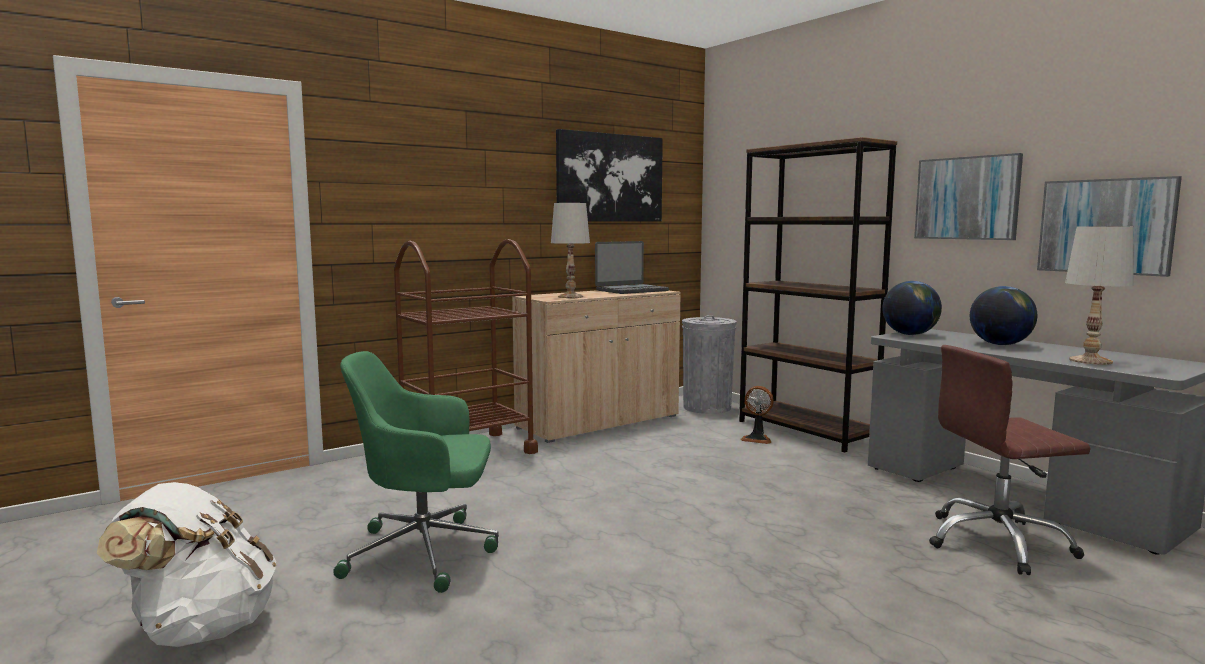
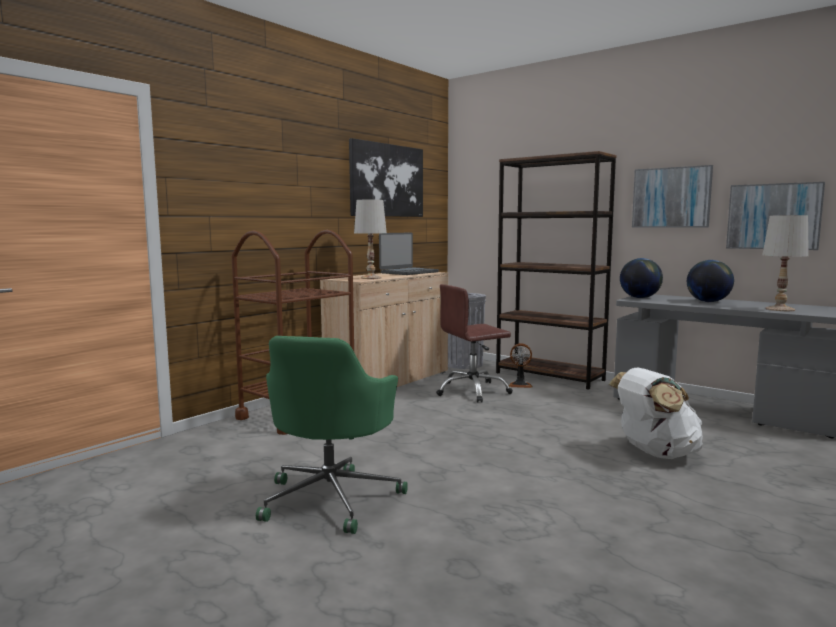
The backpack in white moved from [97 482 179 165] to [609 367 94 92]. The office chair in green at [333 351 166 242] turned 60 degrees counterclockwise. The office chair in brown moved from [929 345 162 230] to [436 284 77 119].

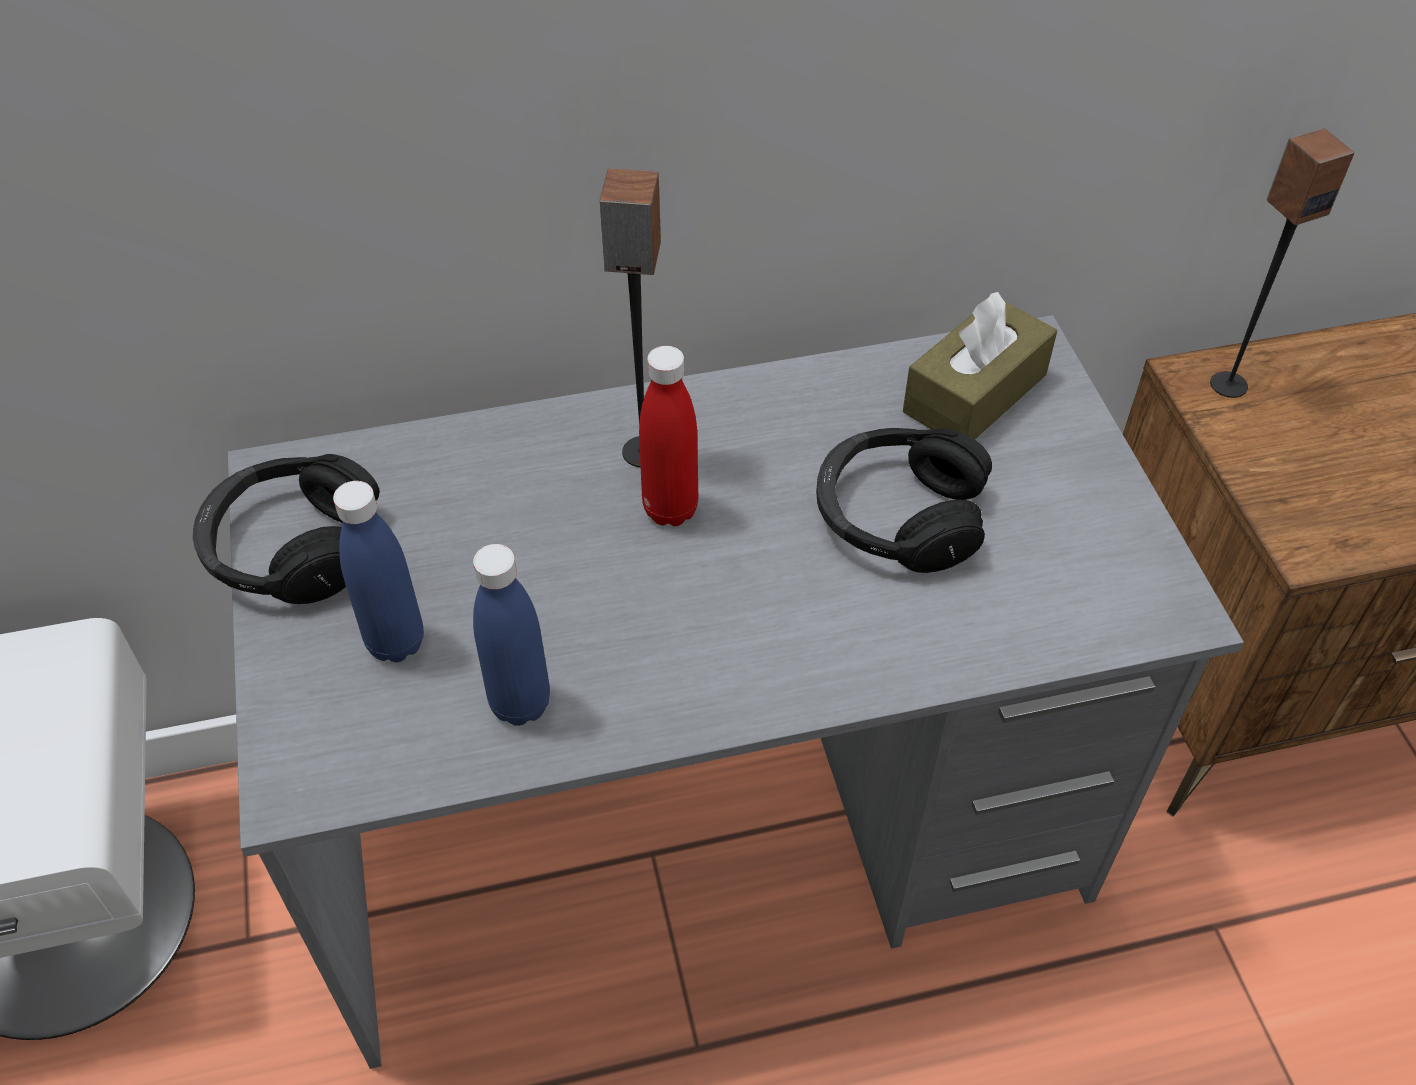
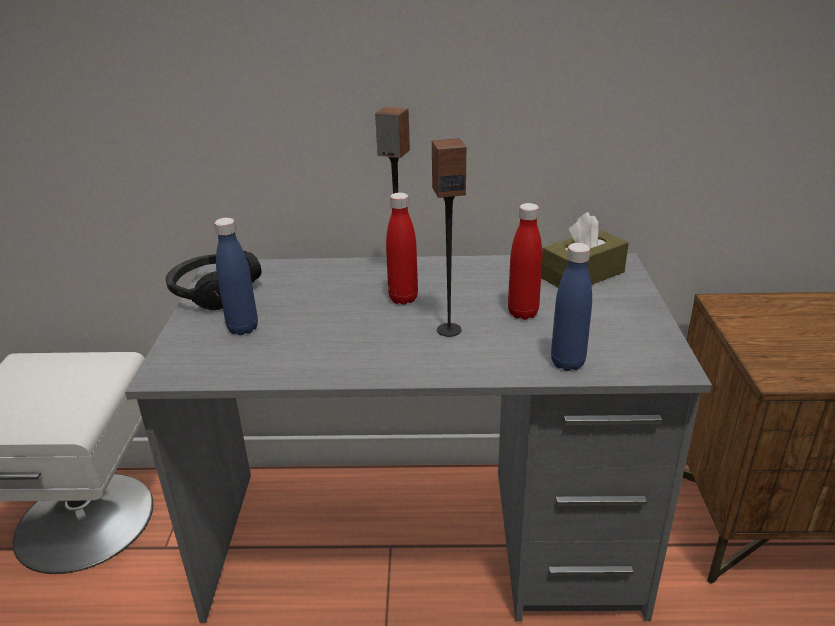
The bottle in blue moved from [473 544 77 182] to [551 243 41 128]. The headphones in black at [816 428 176 145] was replaced by the bottle in red at [508 203 34 117]. The speaker moved from [1210 128 144 270] to [432 138 34 199].

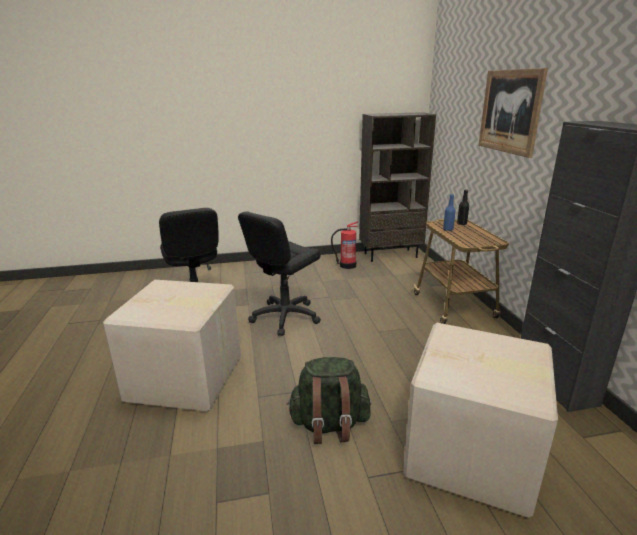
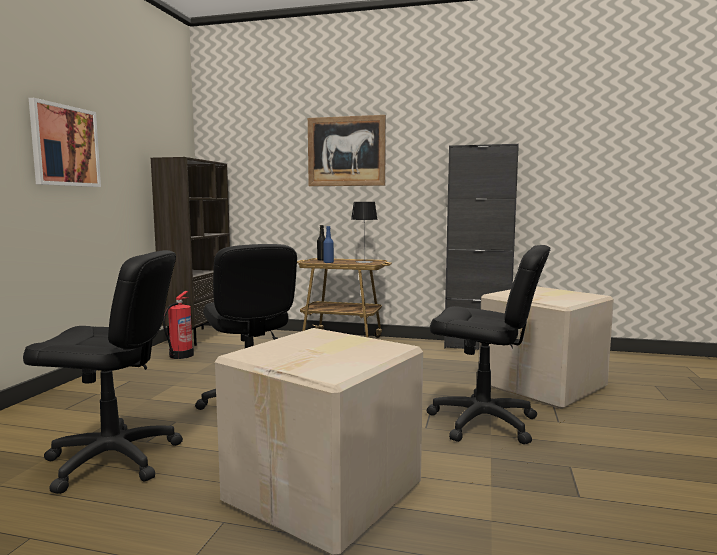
The backpack in green at [287 357 84 87] was replaced by the office chair in black at [427 245 123 199]. The picture at [29 98 72 89] appeared. The table lamp at [351 202 27 61] appeared.

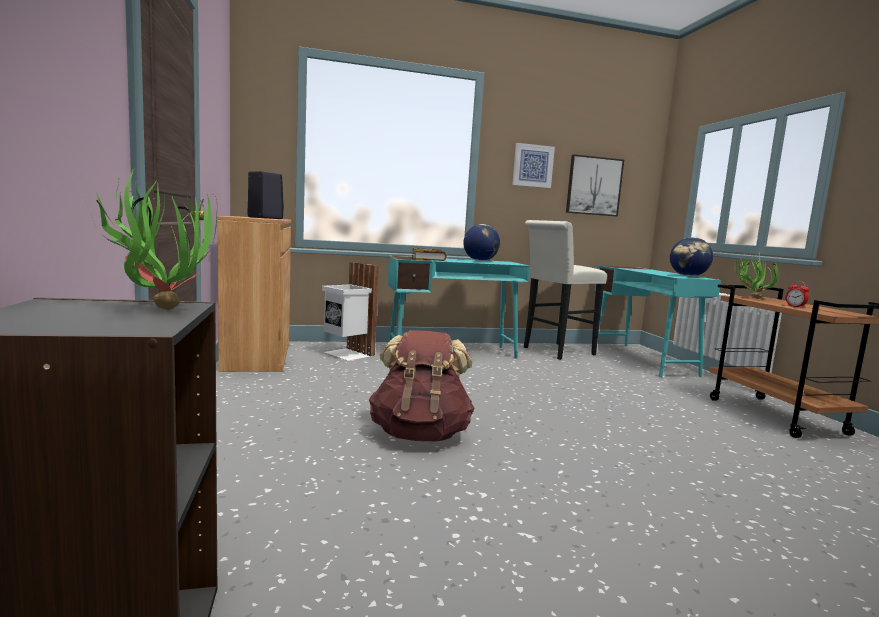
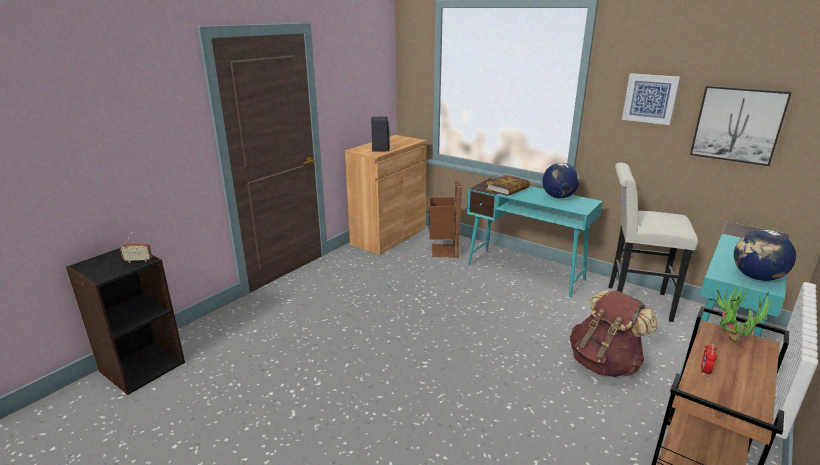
The potted plant at [86 170 131 140] was replaced by the radio at [120 231 32 32]. The trash can in white at [322 262 57 99] became the trash can in brown at [428 180 34 78]. The backpack in brown moved from [369 330 106 111] to [570 290 89 87].

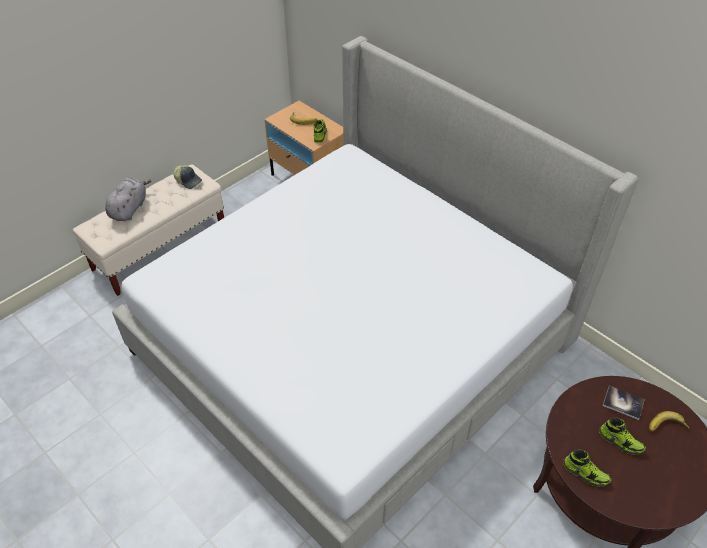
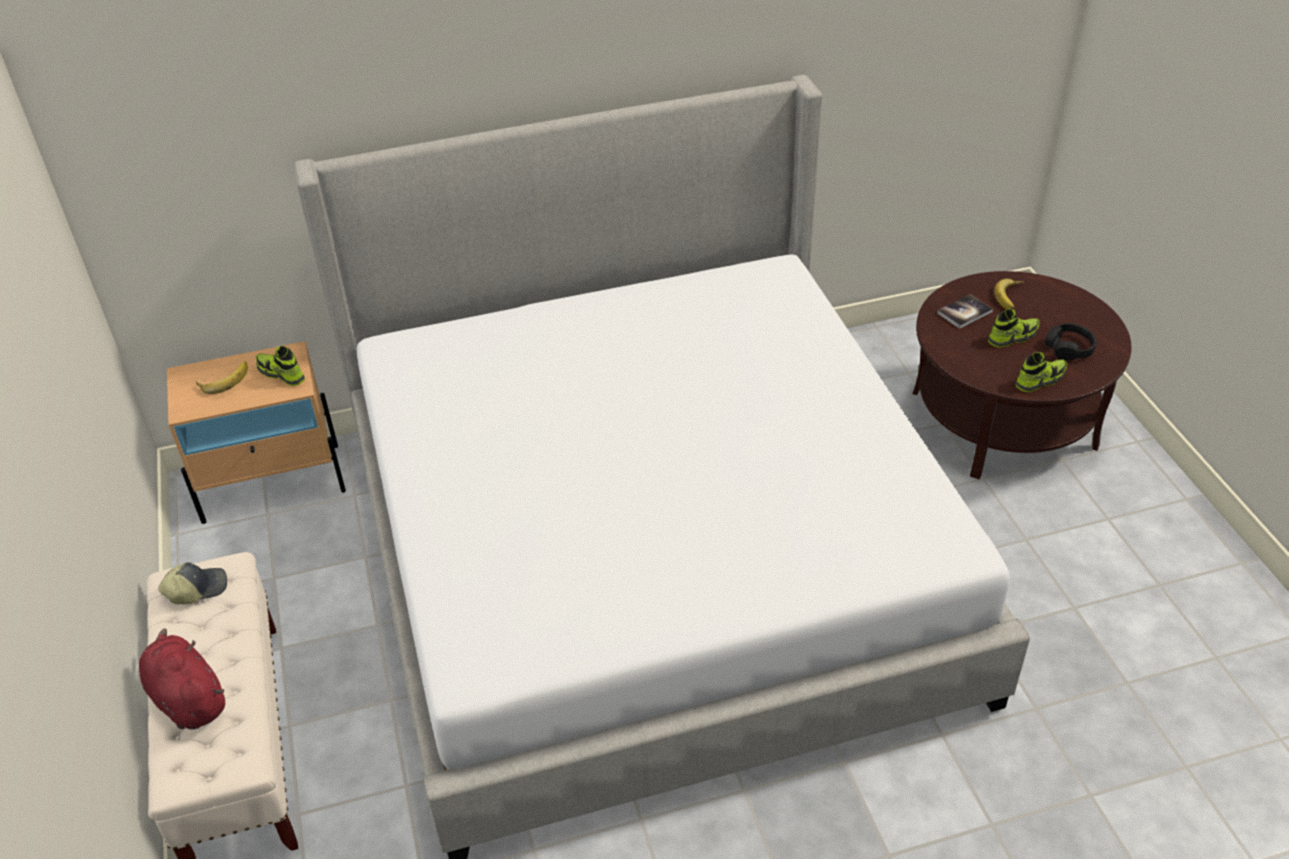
The plush toy in grey at [105 178 46 43] became the plush toy in red at [139 628 86 102]. The headphones in black at [1045 323 52 38] appeared.

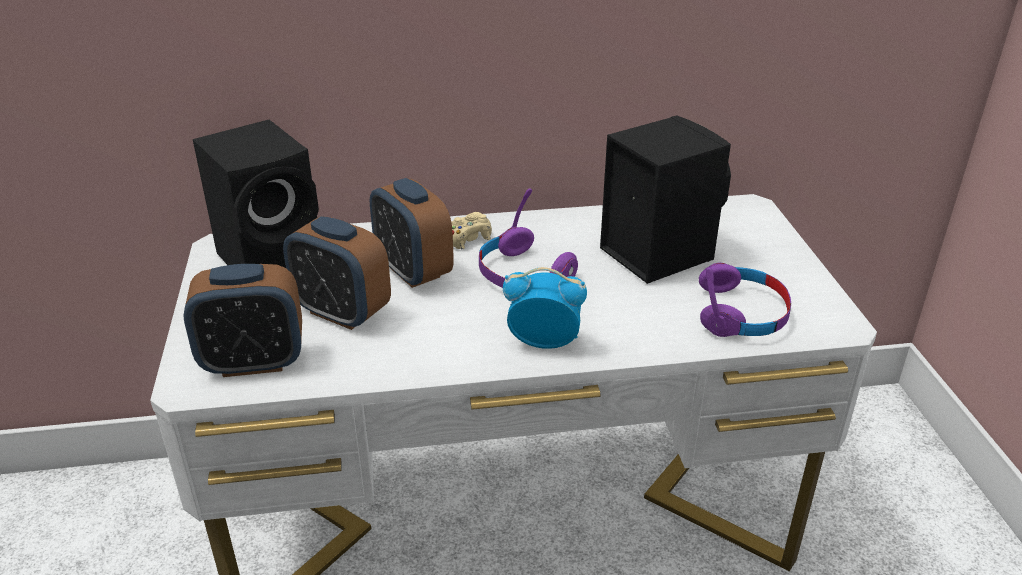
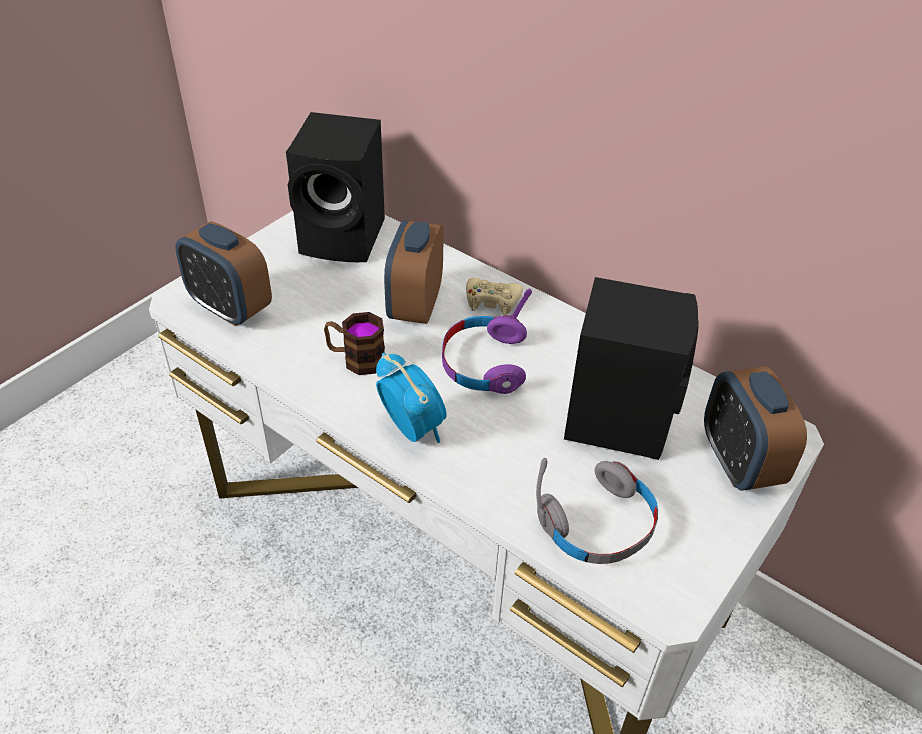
The alarm clock moved from [283 216 108 114] to [704 366 103 125]. The headphones in purple at [699 262 92 75] became the headphones in grey at [536 458 122 106]. The mug at [324 312 61 63] appeared.

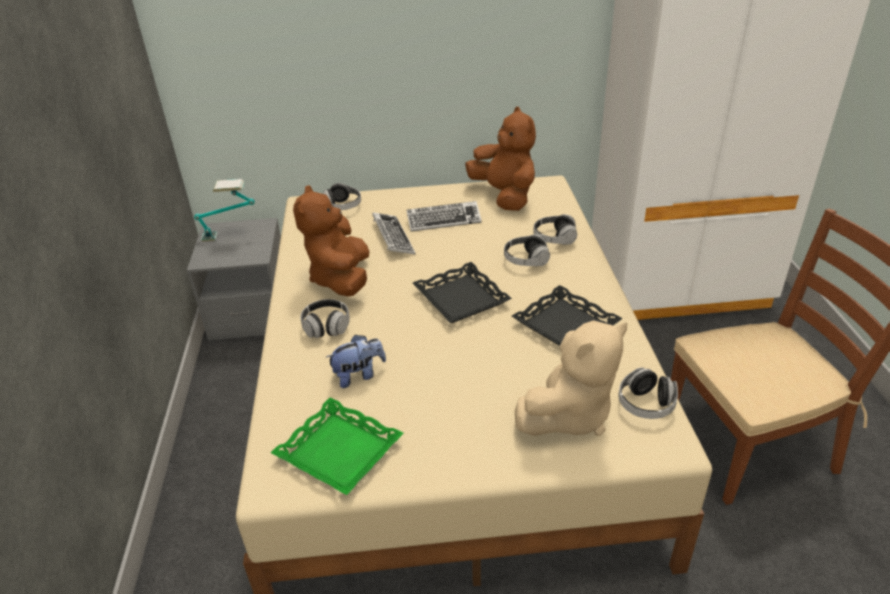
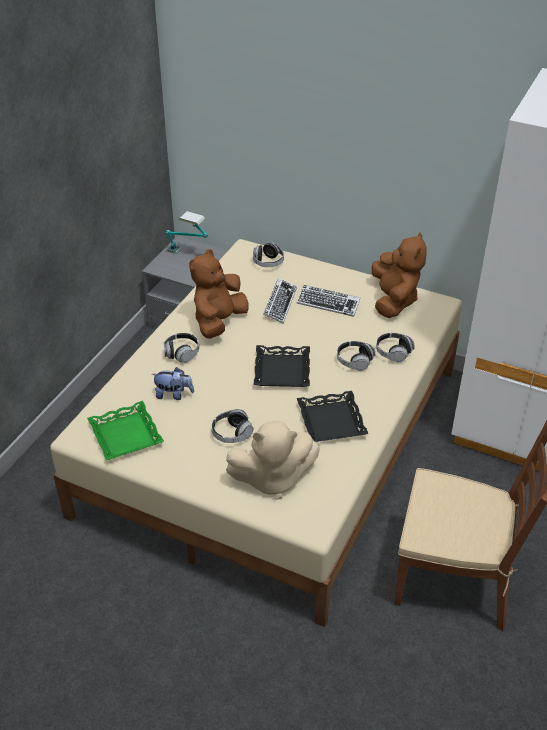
The headphones moved from [618 368 60 51] to [212 409 42 34].

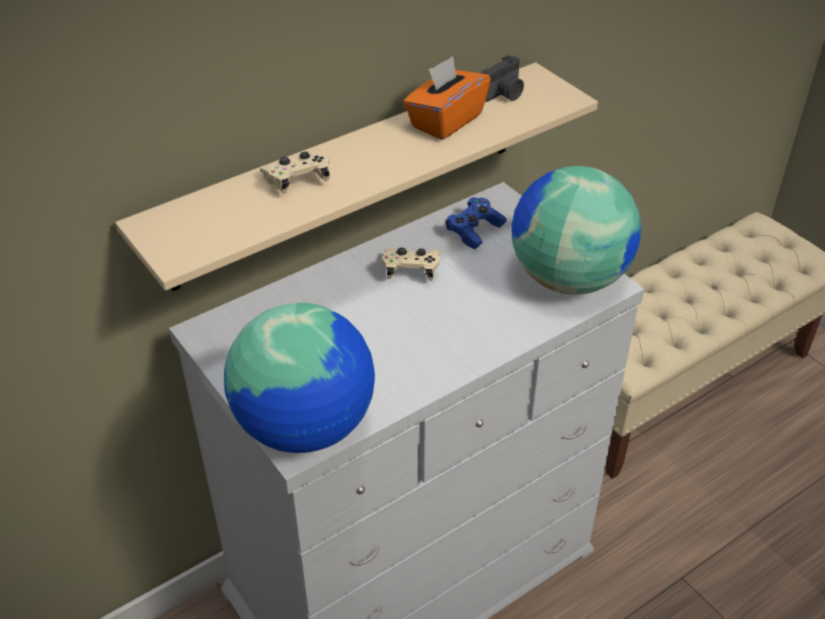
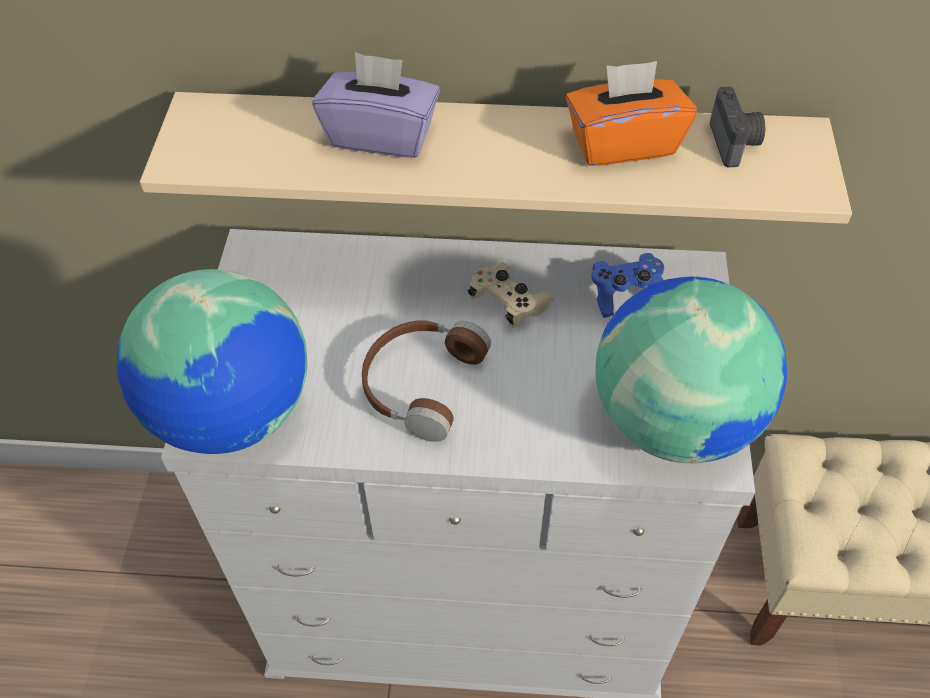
The game controller in beige at [260 152 70 42] was replaced by the tissue box in purple at [312 52 128 106]. The photo camera at [481 55 43 47] turned 90 degrees counterclockwise. The headphones in brown at [362 320 129 122] appeared.

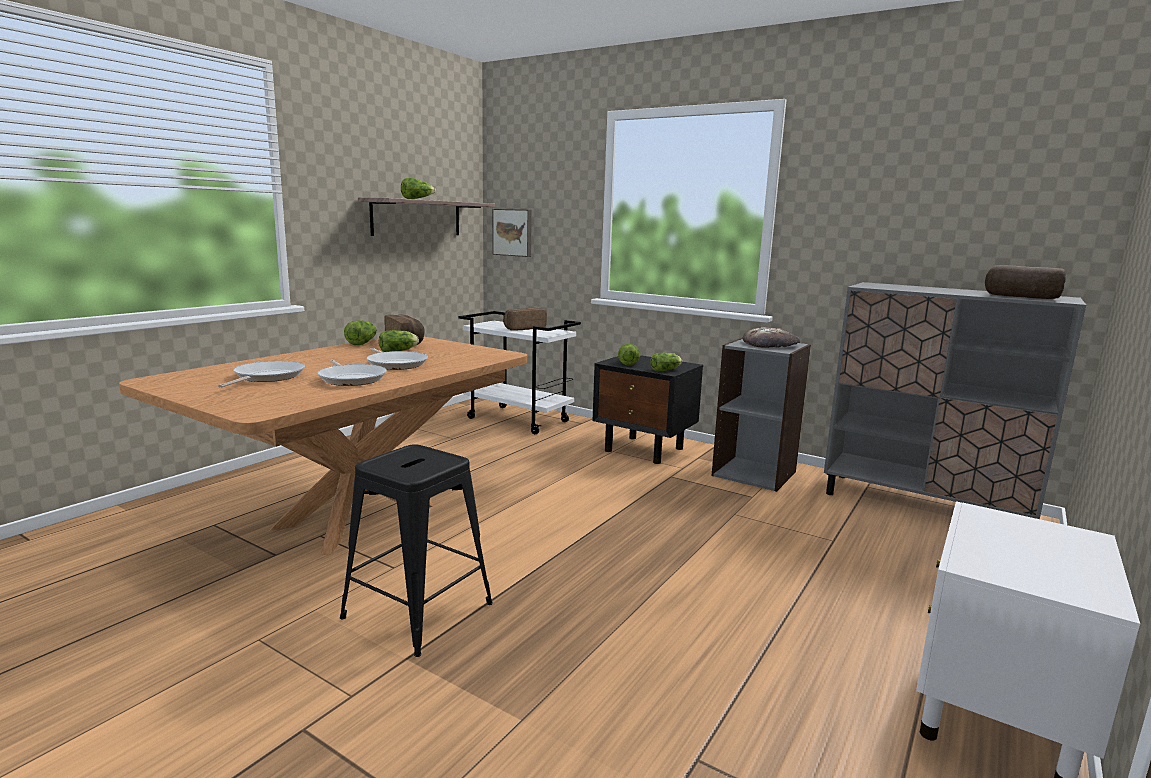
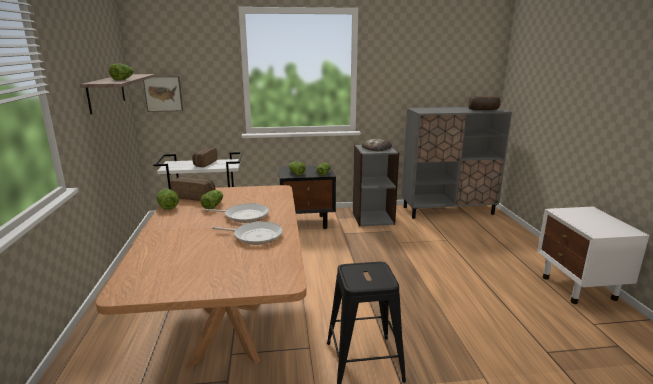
The frying pan at [218 361 87 27] disappeared.

